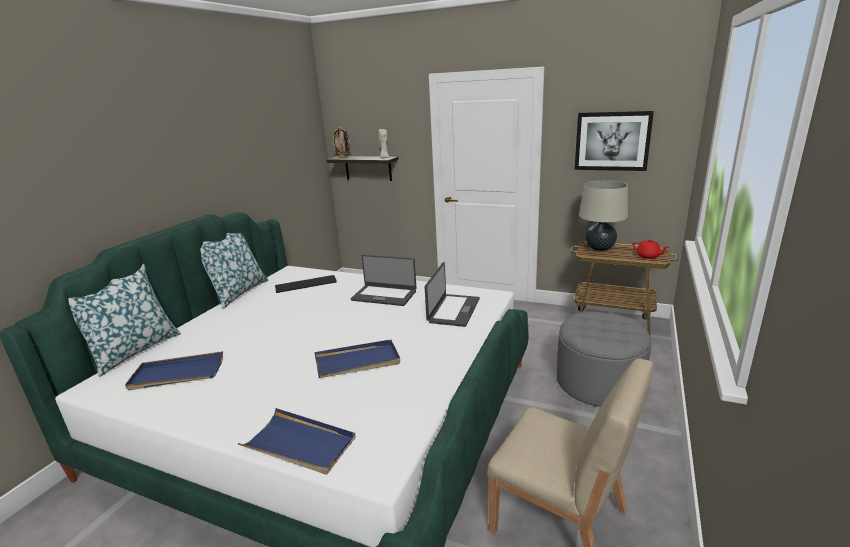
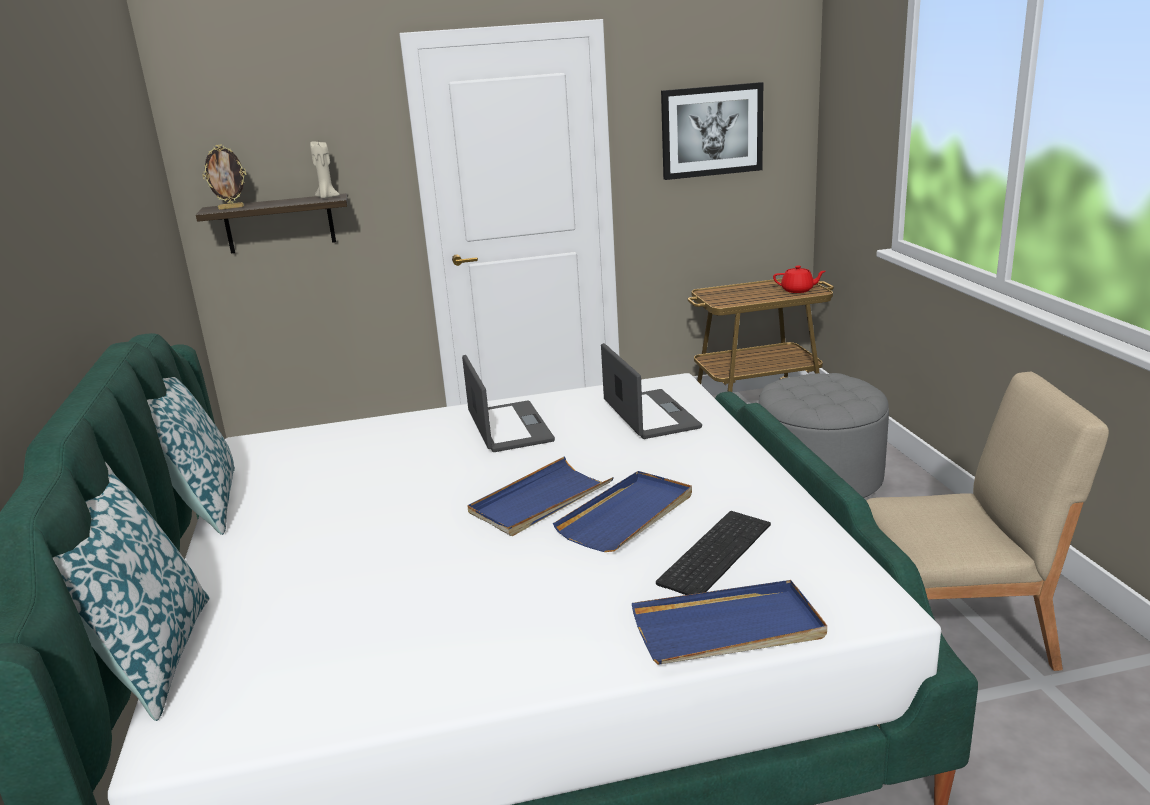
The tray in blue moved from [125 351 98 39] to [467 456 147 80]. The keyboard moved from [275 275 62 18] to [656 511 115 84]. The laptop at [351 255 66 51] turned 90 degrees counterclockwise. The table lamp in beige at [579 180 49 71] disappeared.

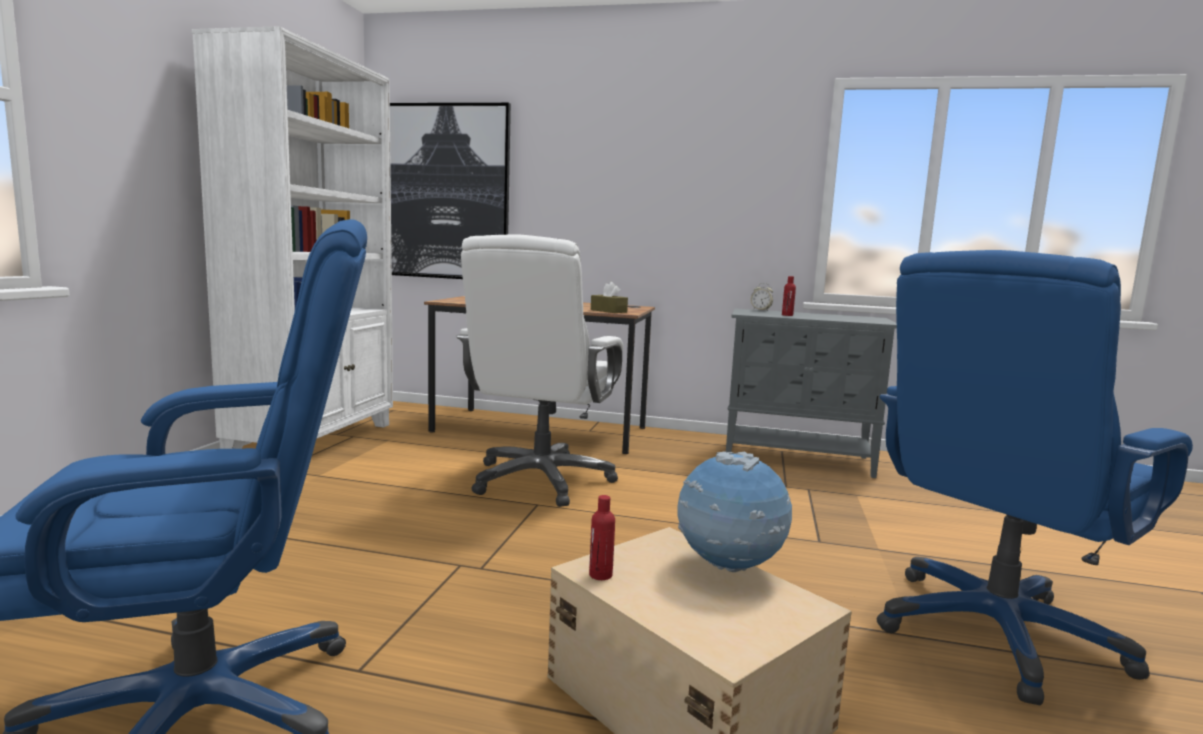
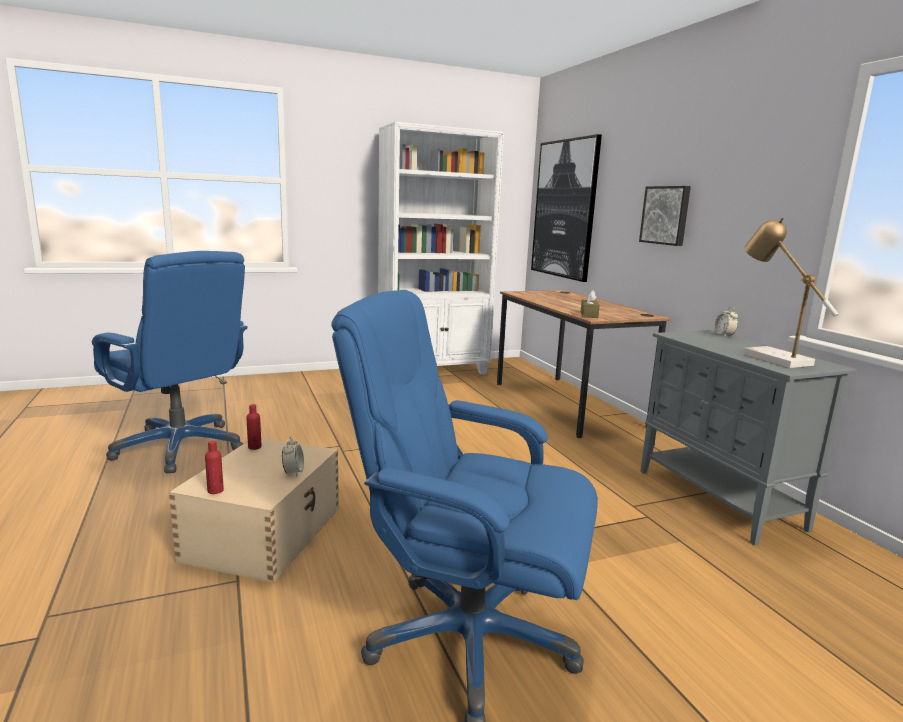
The office chair in white at [456 234 167 273] disappeared. The globe at [677 451 115 121] was replaced by the alarm clock at [282 437 22 39]. The bottle in red moved from [782 276 14 40] to [205 440 19 54]. The picture at [639 186 52 60] appeared. The table lamp at [743 217 96 151] appeared.

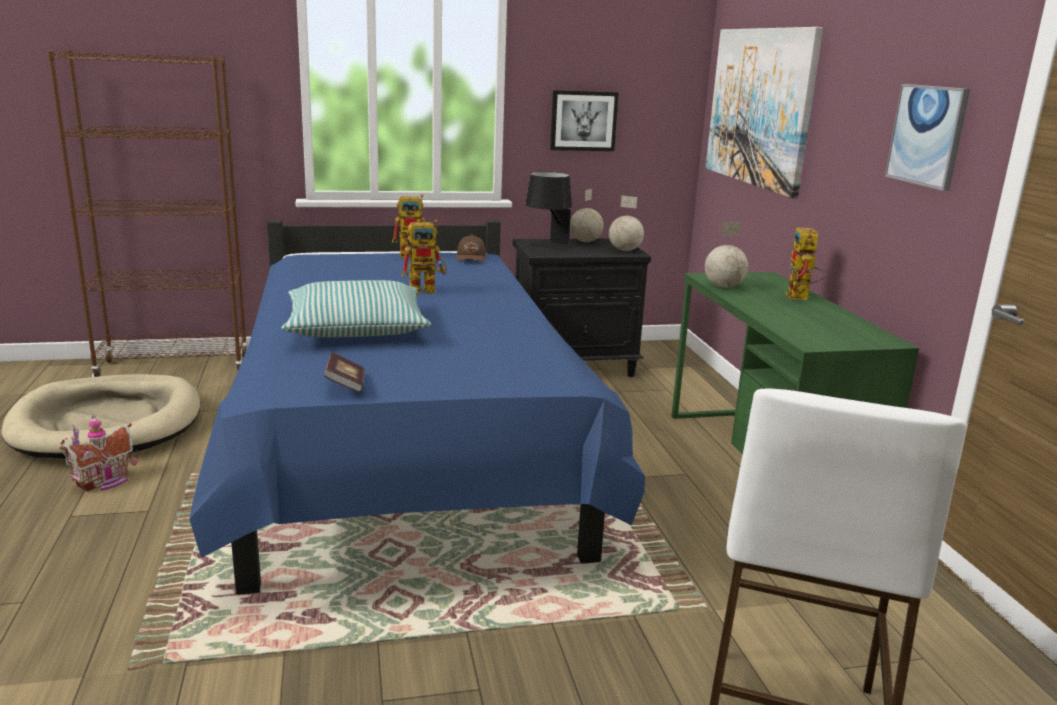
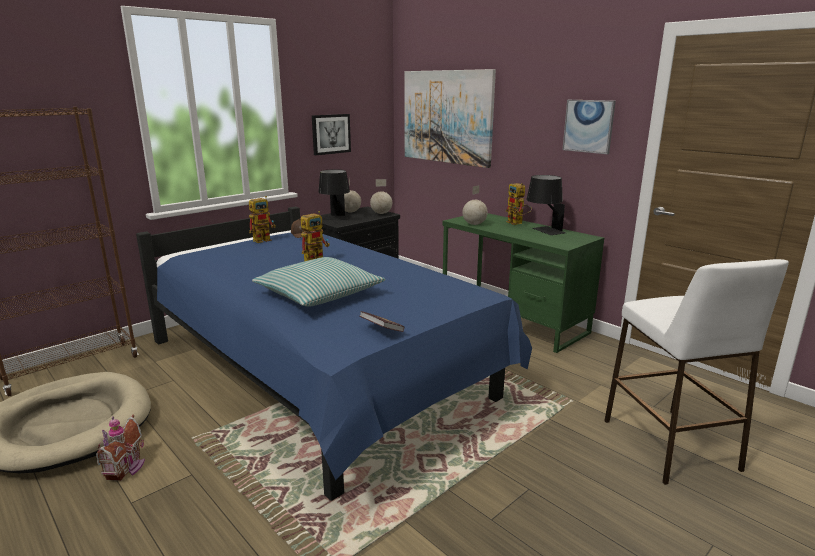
The table lamp in black at [526 175 40 60] appeared.

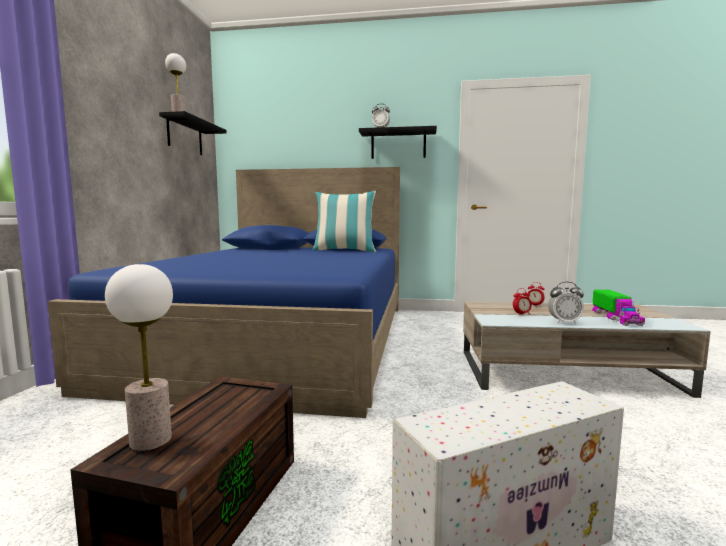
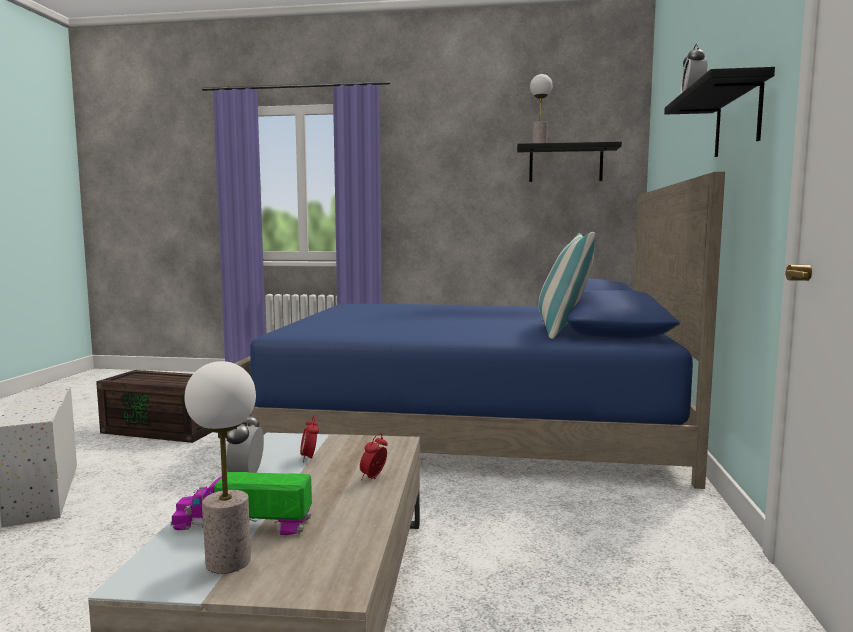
The table lamp moved from [105 264 68 187] to [185 361 71 213].

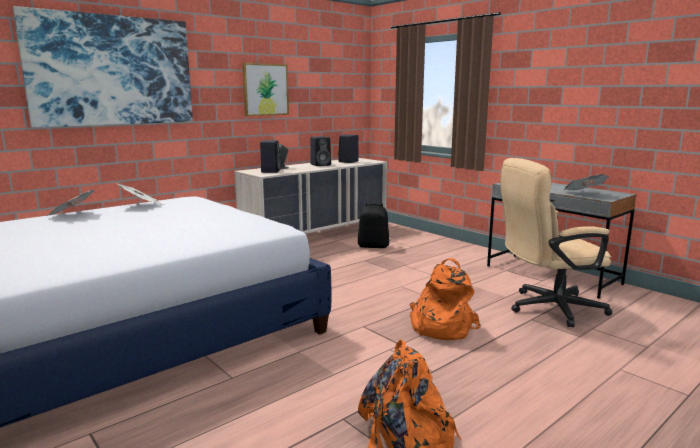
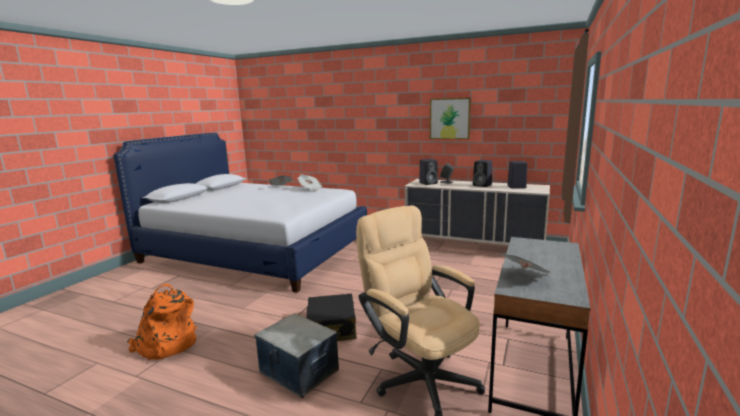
The picture at [13 6 180 122] disappeared. The backpack in black at [358 202 31 46] disappeared. The backpack in orange at [409 258 72 82] was replaced by the suitcase in black at [306 293 51 48]. The storage box at [254 313 85 85] appeared.

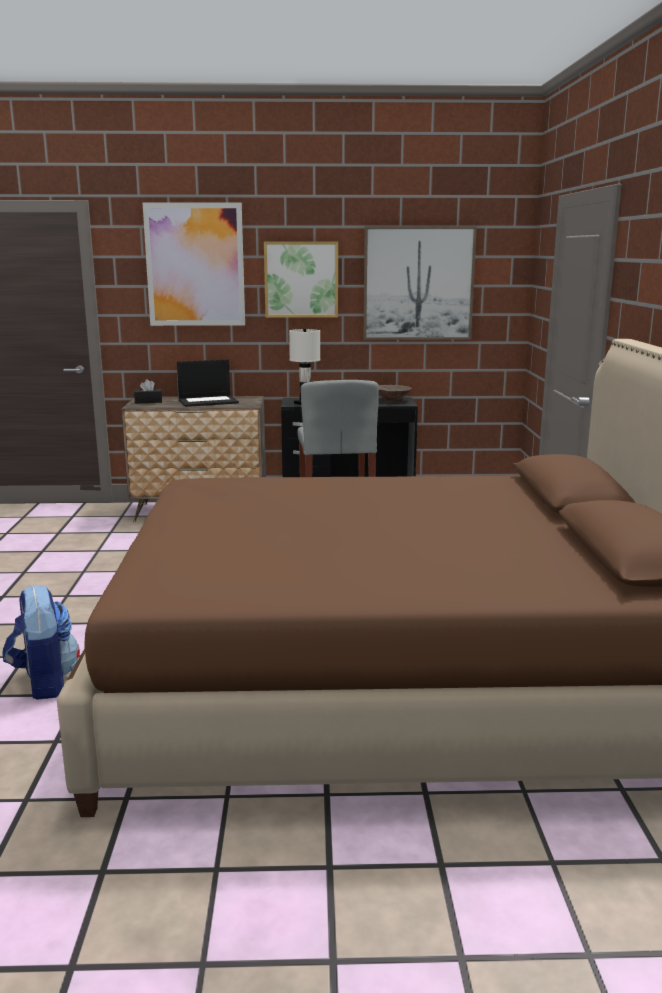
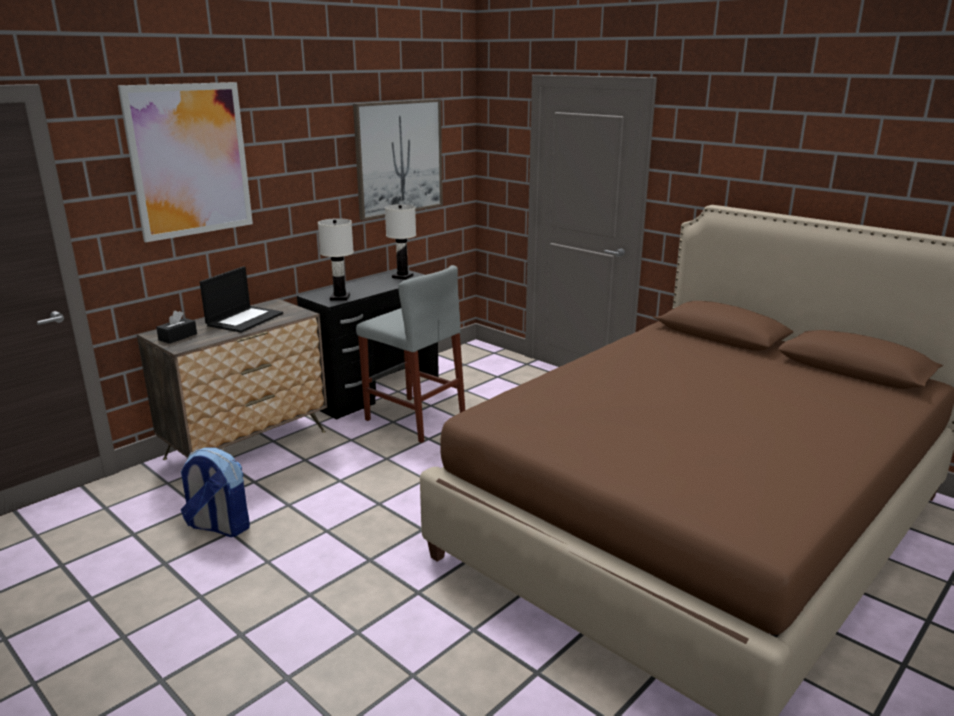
The backpack moved from [2 585 78 115] to [181 448 69 89]. The picture at [264 241 74 77] disappeared. The bowl in brown at [379 385 33 18] was replaced by the table lamp in white at [385 204 31 76].

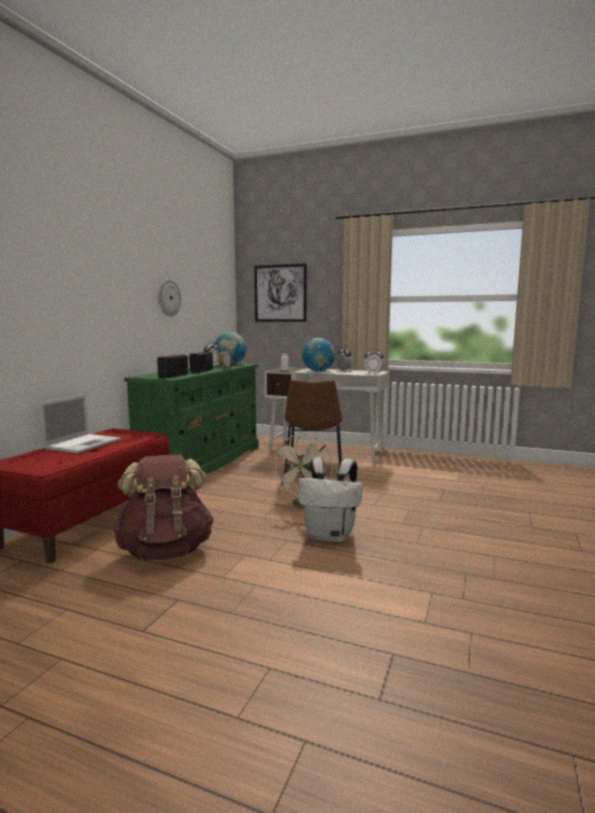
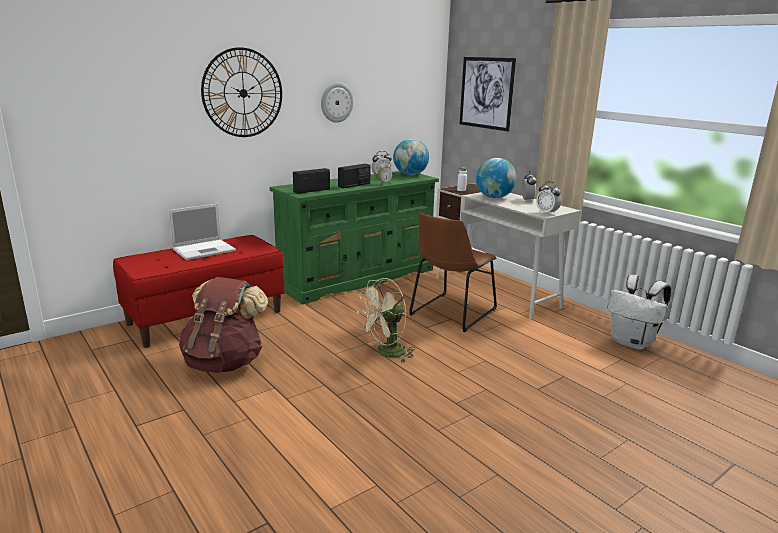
The backpack in white moved from [298 457 65 85] to [607 275 64 75]. The wall clock at [201 47 81 90] appeared.

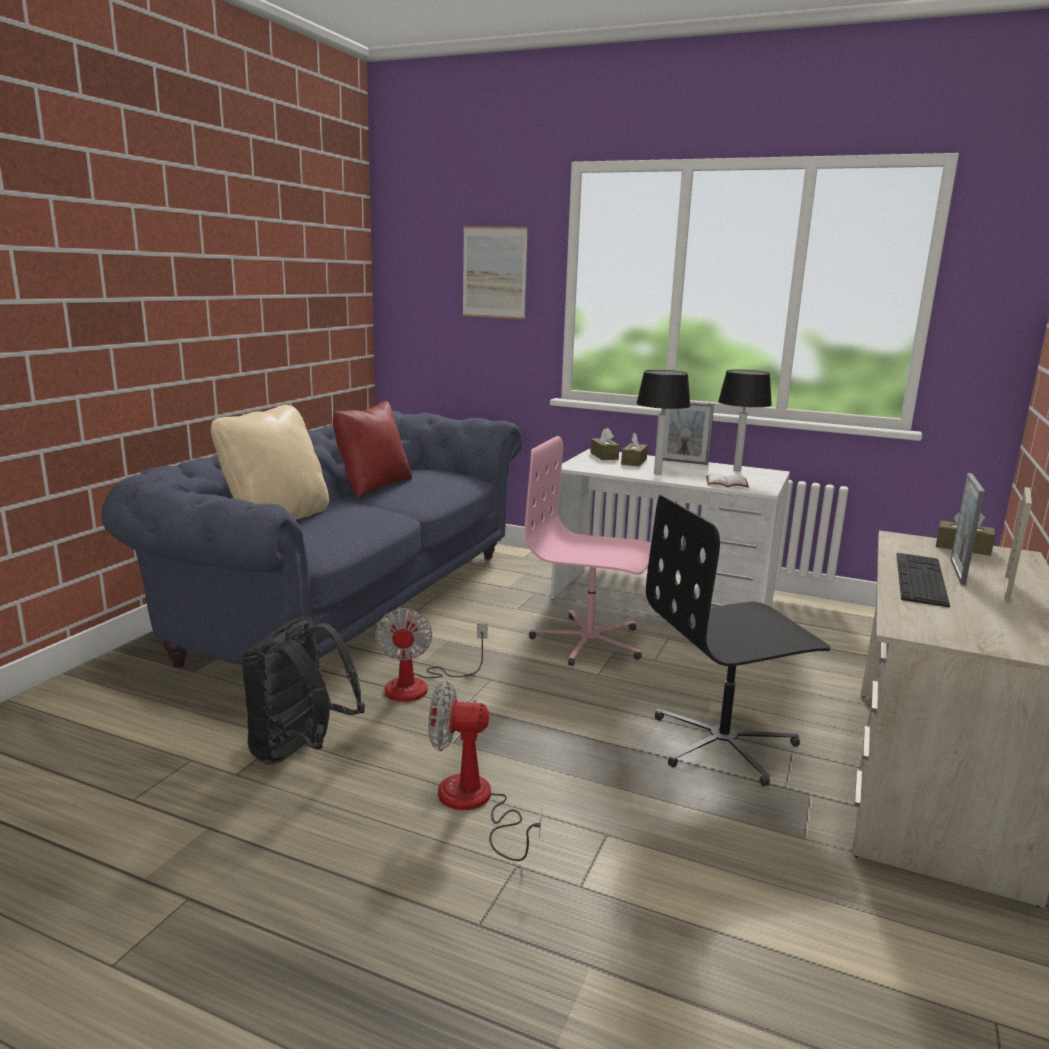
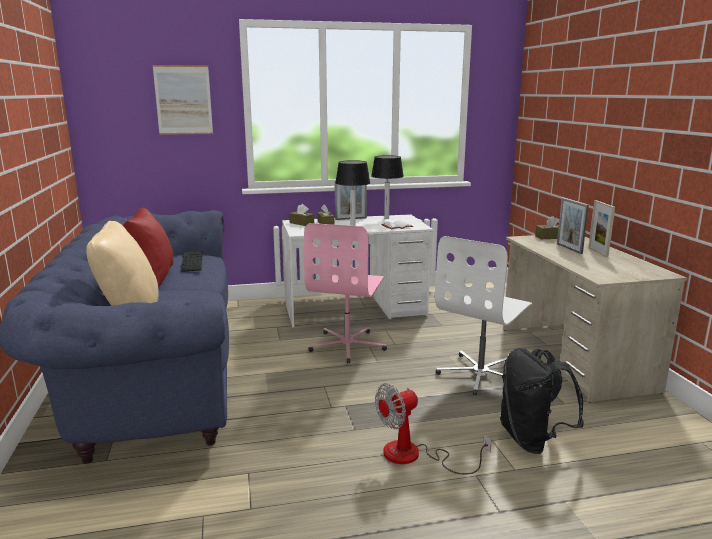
The backpack in black moved from [242 616 123 149] to [500 348 84 106]. The fan at [375 608 113 94] disappeared. The office chair in pink at [525 436 126 230] turned 60 degrees counterclockwise. The office chair in black at [646 495 185 291] became the office chair in white at [435 236 97 159]. The keyboard moved from [897 553 53 54] to [181 251 22 21].

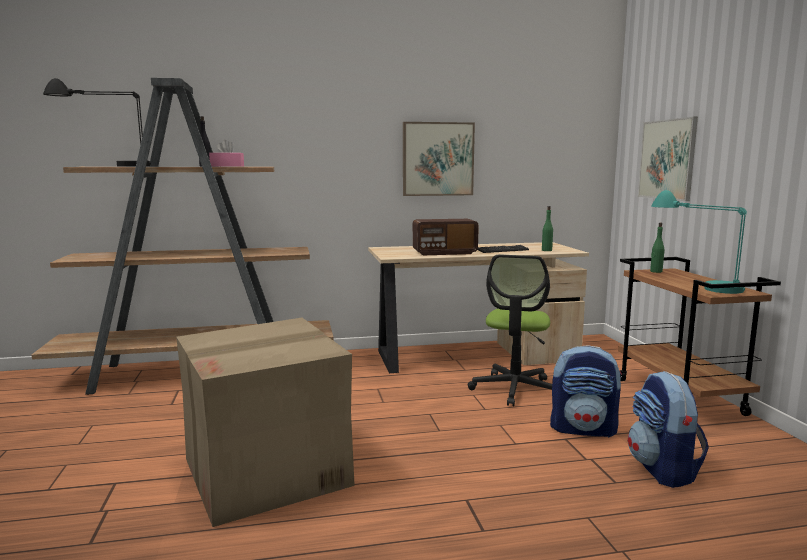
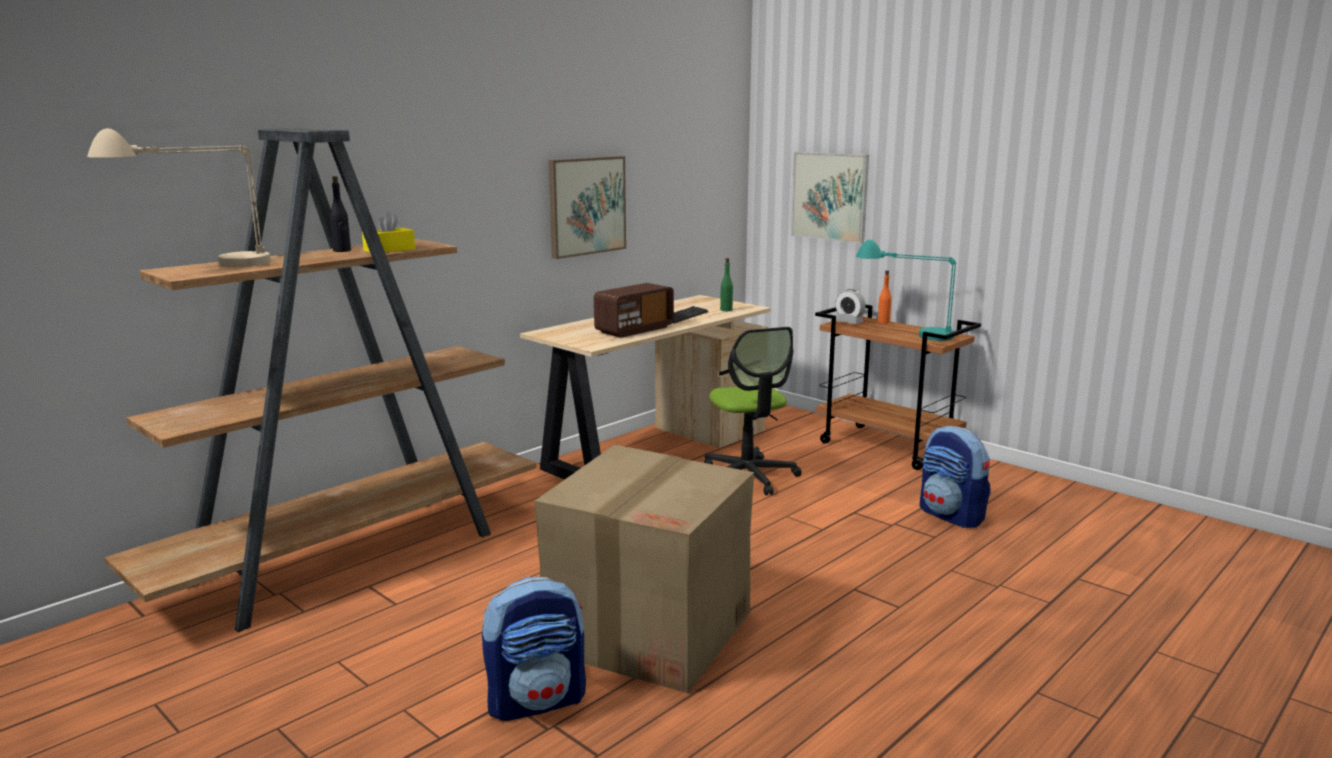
The table lamp in black at [43 78 108 88] became the table lamp in beige at [87 128 184 139]. The tissue box in pink at [209 140 35 27] became the tissue box in yellow at [362 212 53 41]. The backpack moved from [550 345 72 93] to [482 577 104 144]. The bottle in green at [650 222 14 51] was replaced by the alarm clock at [835 289 31 35]. The bottle in orange at [878 270 14 54] appeared.

